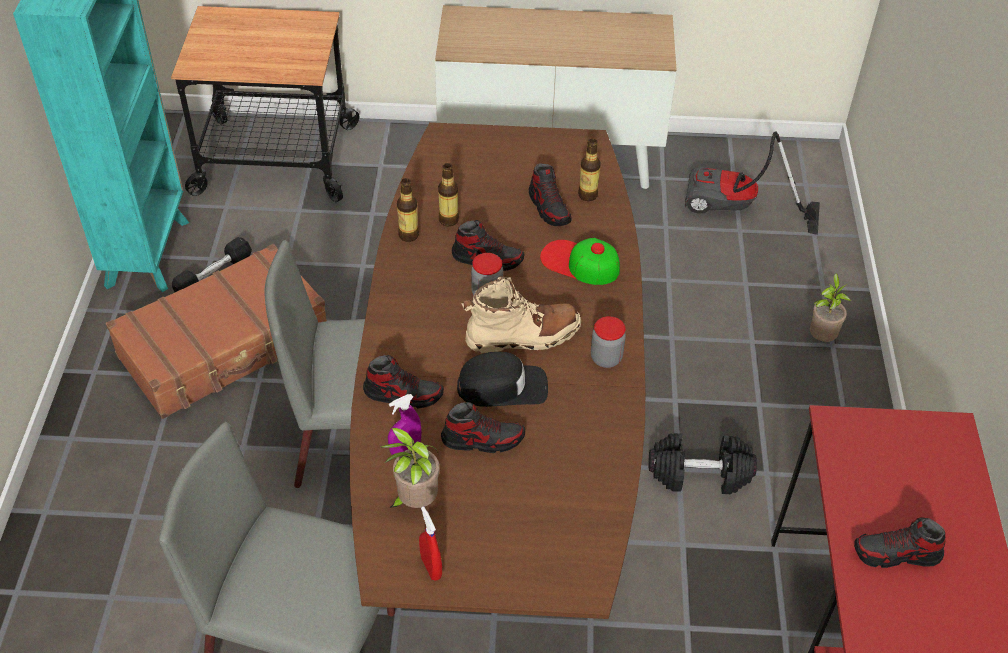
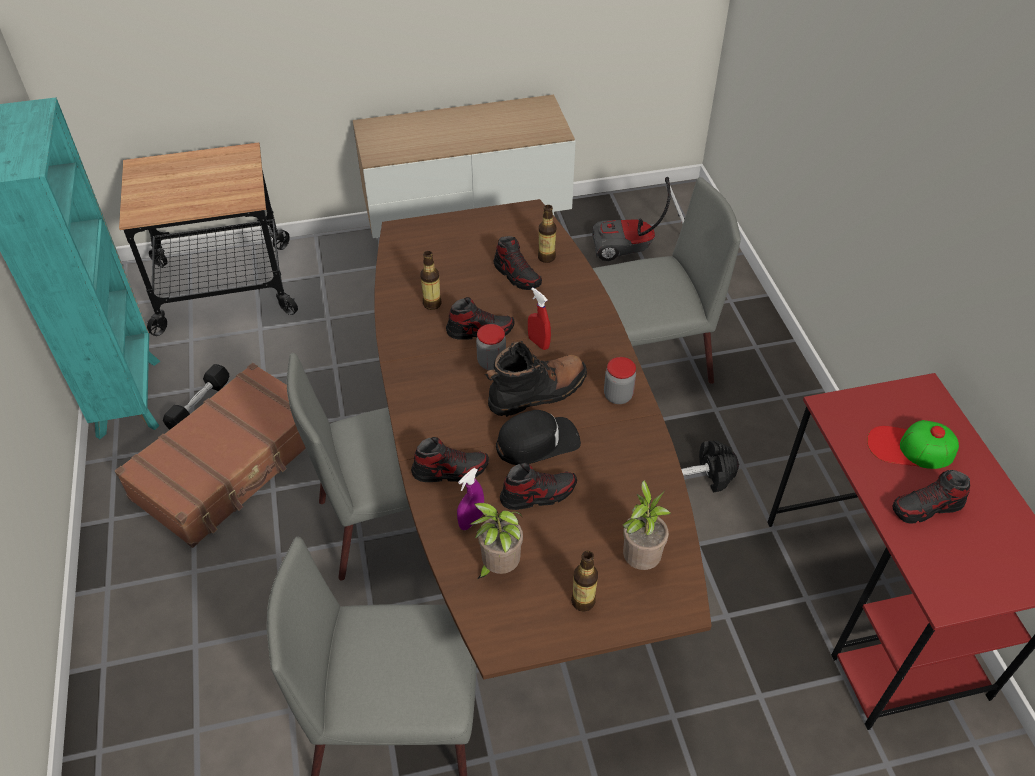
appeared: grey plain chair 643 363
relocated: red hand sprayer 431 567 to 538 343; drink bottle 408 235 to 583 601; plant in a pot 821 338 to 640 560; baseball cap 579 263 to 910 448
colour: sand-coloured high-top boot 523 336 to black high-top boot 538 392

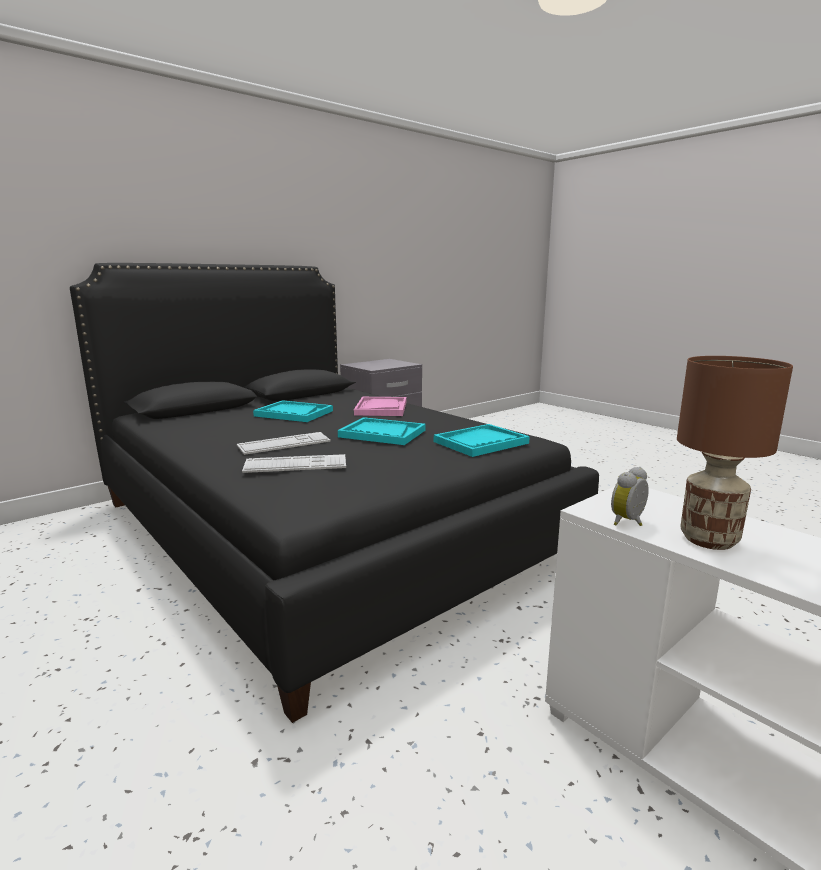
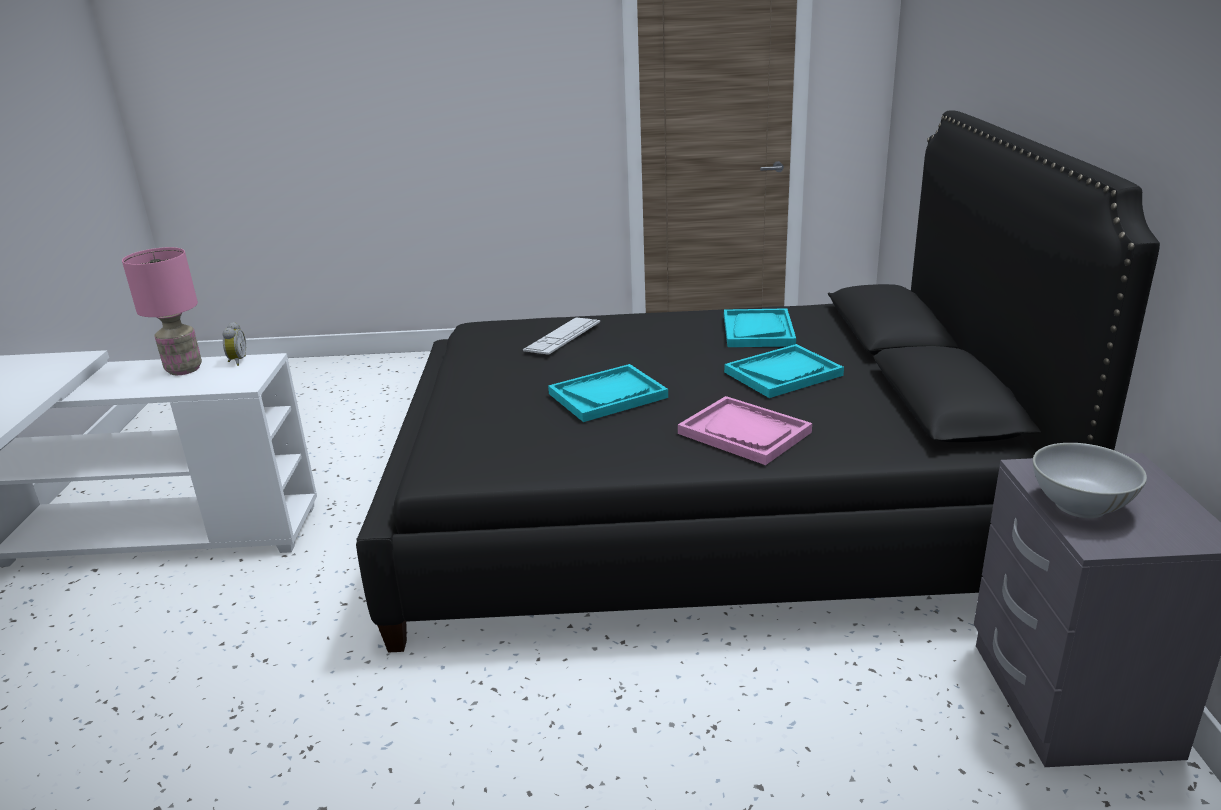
missing: computer keyboard 284 444
appeared: whitish serving bowl 1079 505
relocated: blue-green tray 481 442 to 758 331
colour: brown-coloured tabletop lamp 709 540 to pink-coloured tabletop lamp 183 369

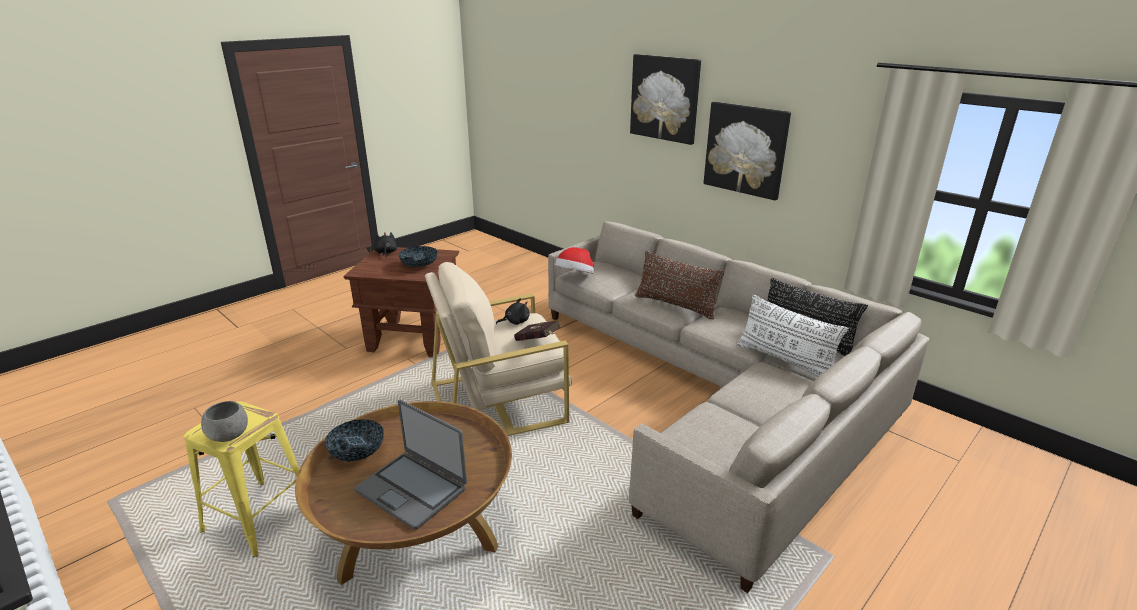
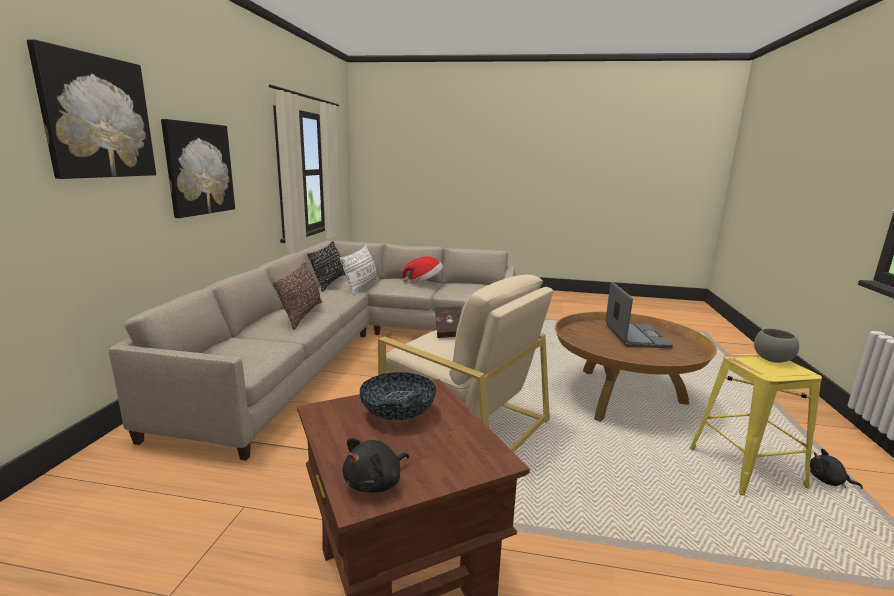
missing: serving bowl 357 452
relocated: wearable hat 575 277 to 424 282; black soft toy 515 322 to 828 481

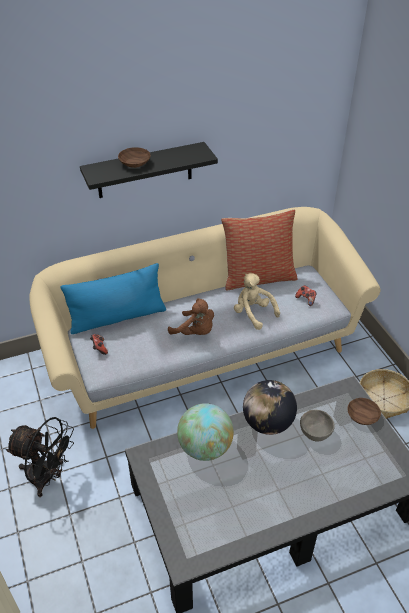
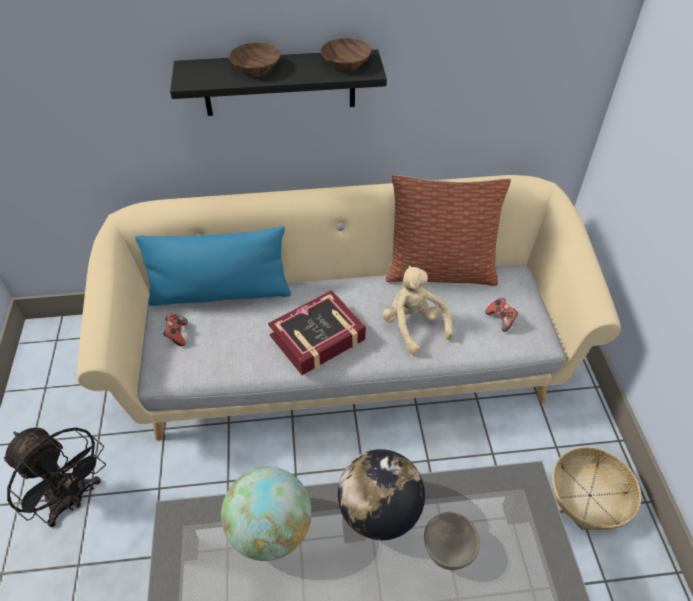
relocated: brown-coloured serving bowl 363 416 to 346 63
exchanged: brown-coloured soft toy 195 332 to book 318 338

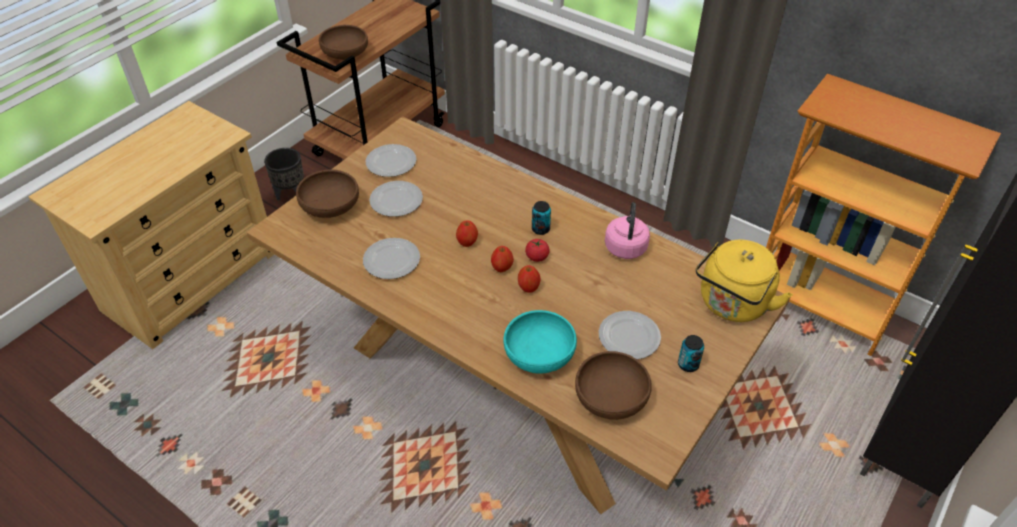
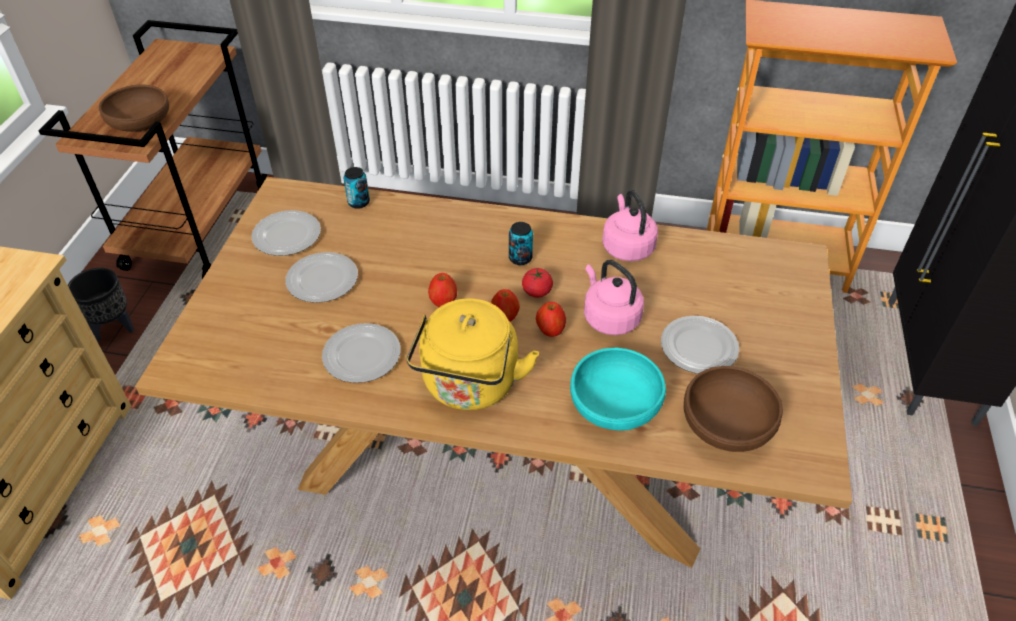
missing: brown-coloured serving bowl 330 207
appeared: pink-coloured water kettle 609 317
relocated: sealed can 688 364 to 358 202; yellowish water kettle 732 305 to 470 387

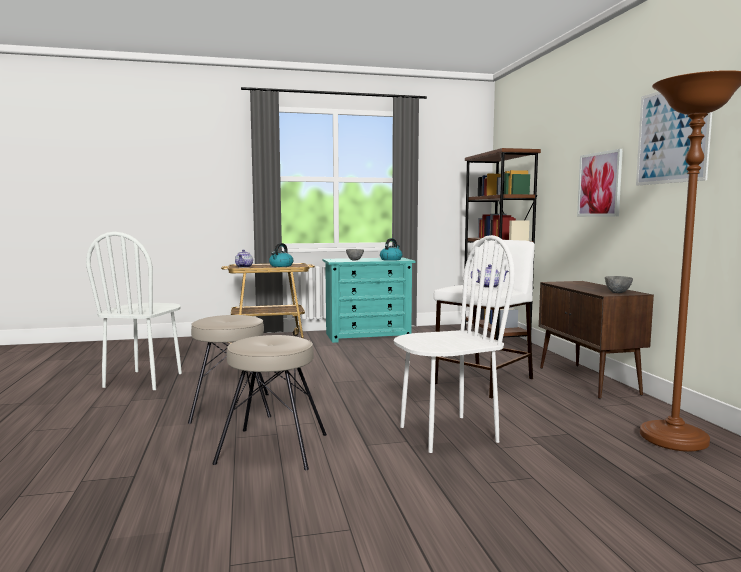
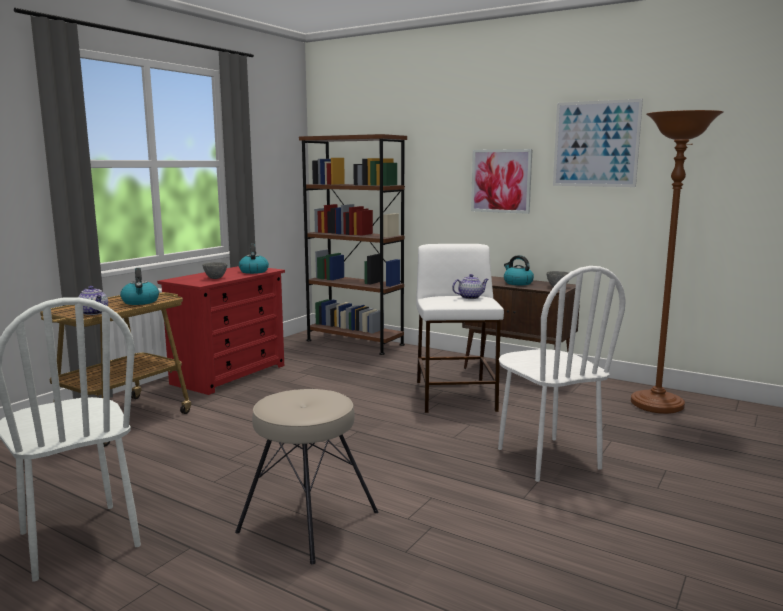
missing: sand-coloured sitting stool 273 448
appeared: water kettle 517 283
colour: blue-green dresser 368 336 to red dresser 230 374
spun: whitish plain chair 447 433 = 547 458 135 degrees clockwise

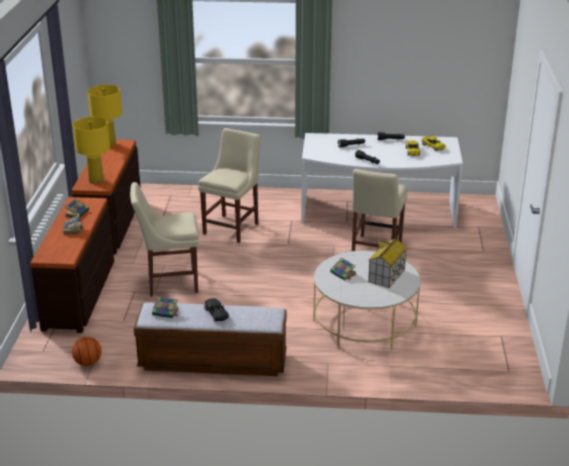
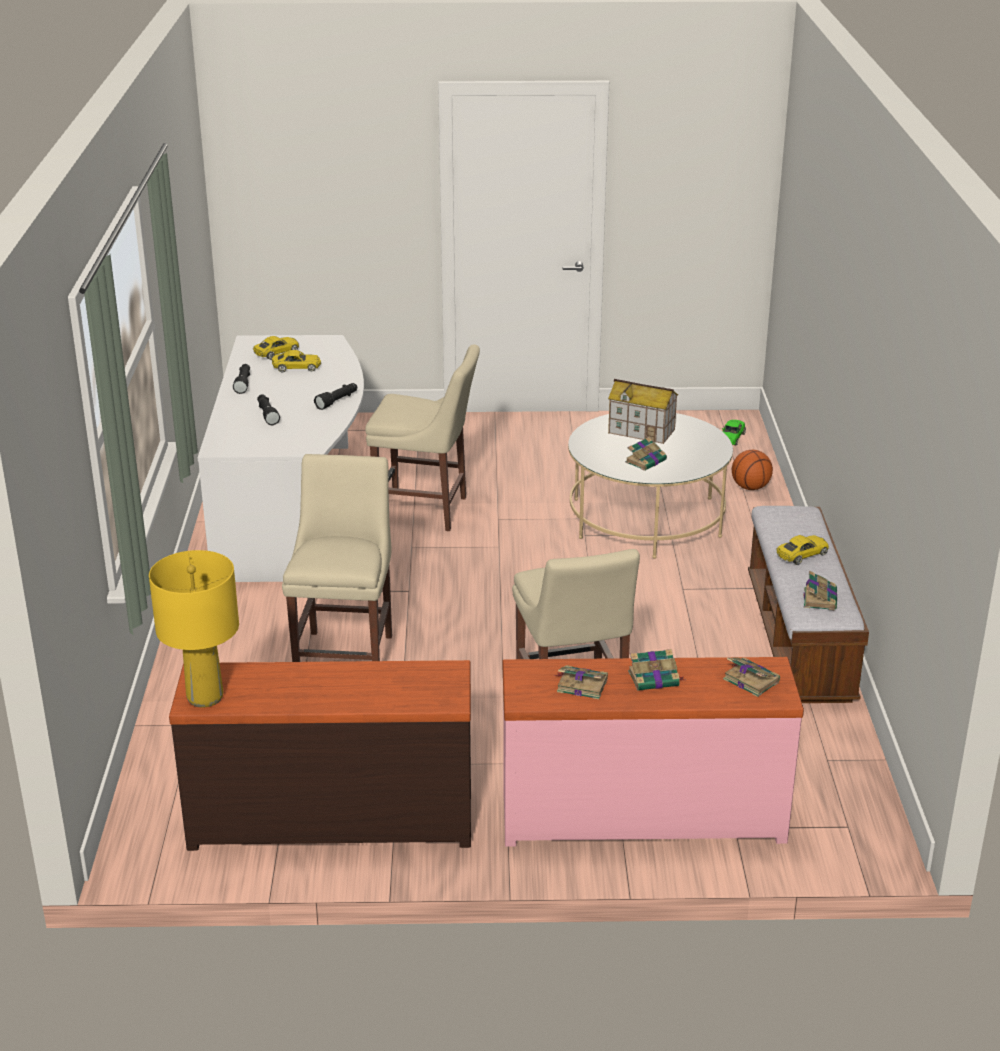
missing: yellowish tabletop lamp 96 180
appeared: greenish model car 731 437; book 750 680
relocated: basketball 88 362 to 750 487
colour: brown-coloured dresser 80 294 to pink-coloured dresser 642 814; black model car 216 313 to yellowish model car 802 554
spun: sand-coloured plain chair 232 227 = 346 654 75 degrees clockwise

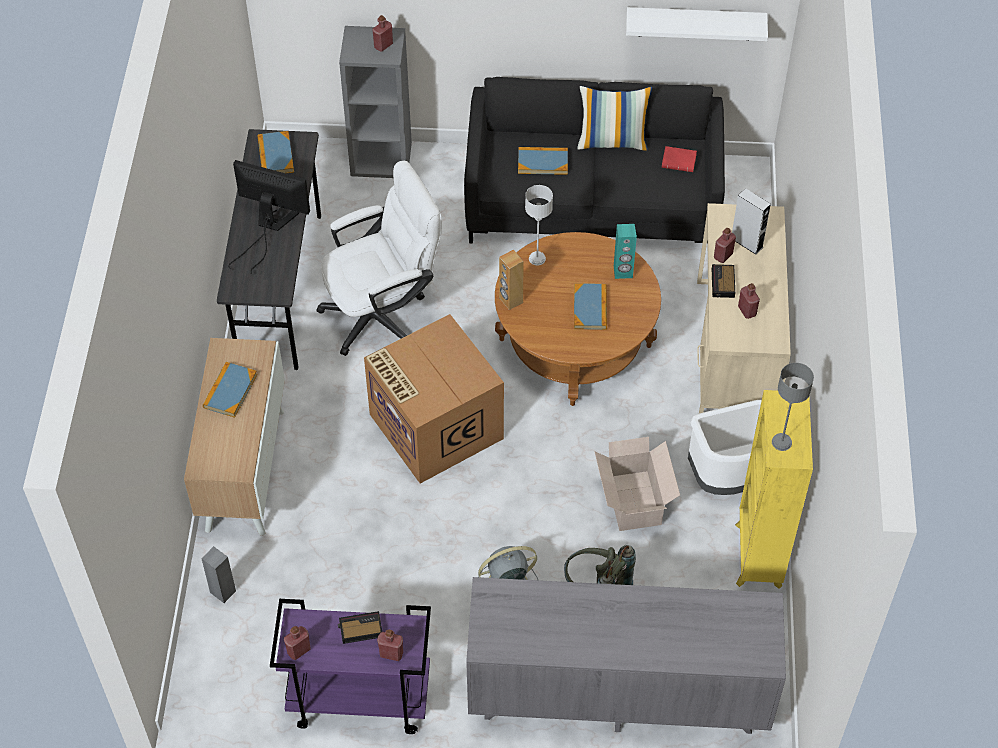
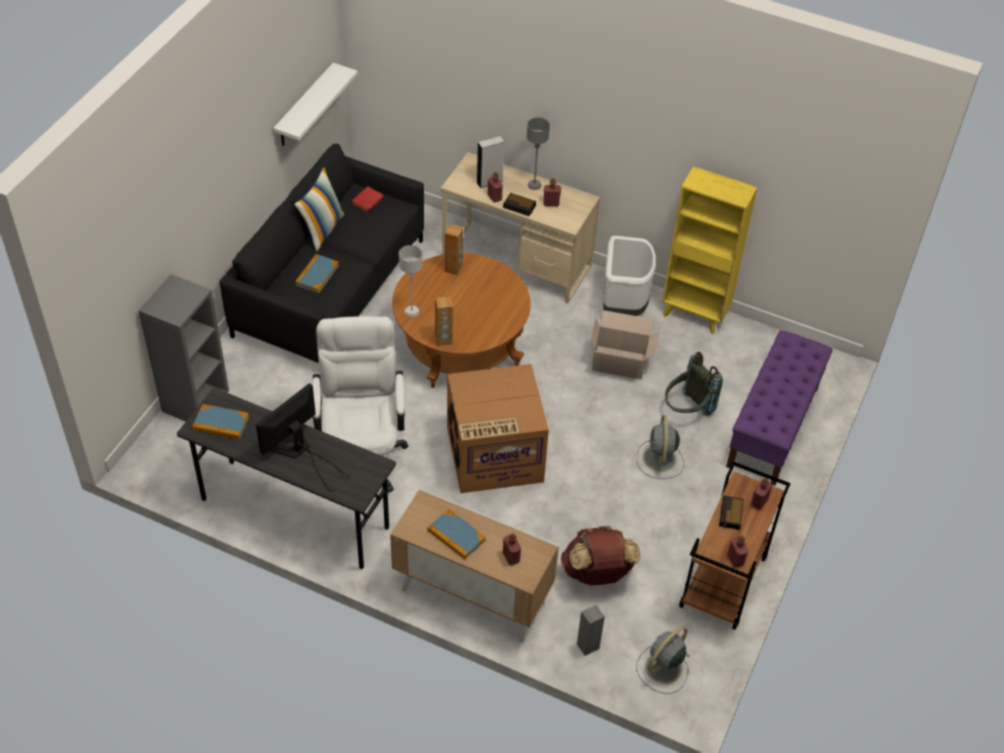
missing: book 590 308
appeared: brown-coloured backpack 597 573; grey cooling fan 662 668
relocated: red drink bottle 383 45 to 511 557; grey tabletop lamp 781 442 to 534 185
exchanged: grey dresser 617 692 to purple-coloured indoor bench 773 427
colour: blue-green audio speaker 623 272 to brown-coloured audio speaker 454 268; purple-coloured trolley 358 699 to brown-coloured trolley 723 583

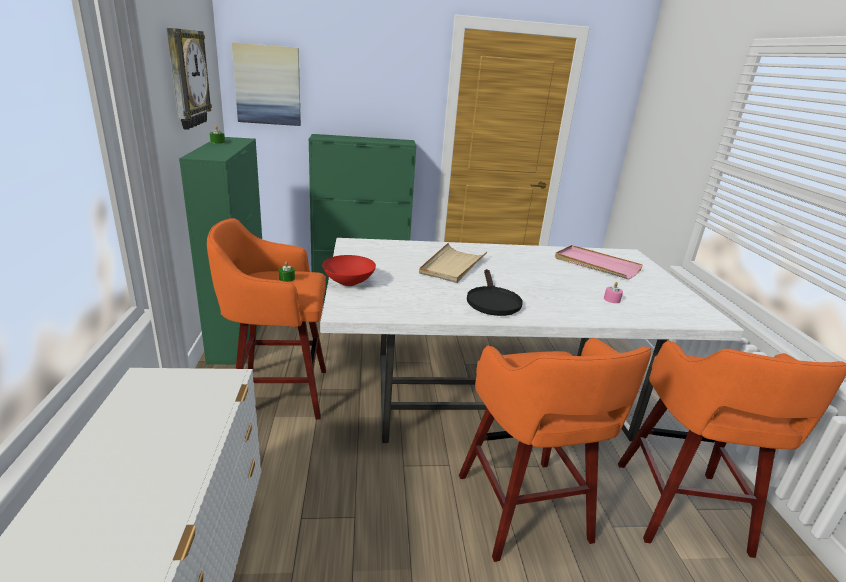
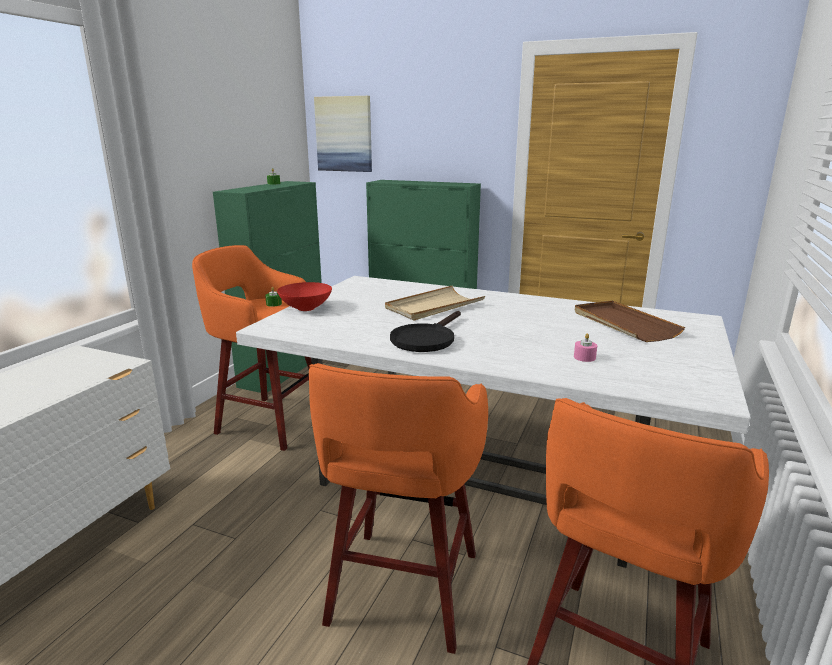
missing: hanging clock 186 79
colour: pink-coloured tray 596 265 to brown-coloured tray 623 324

